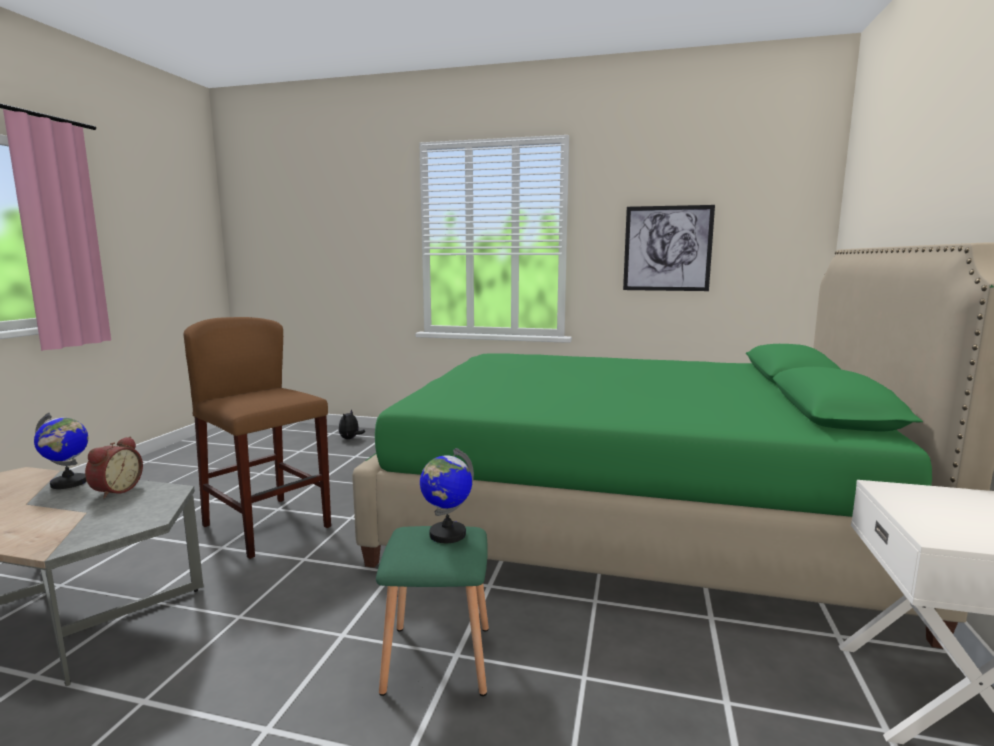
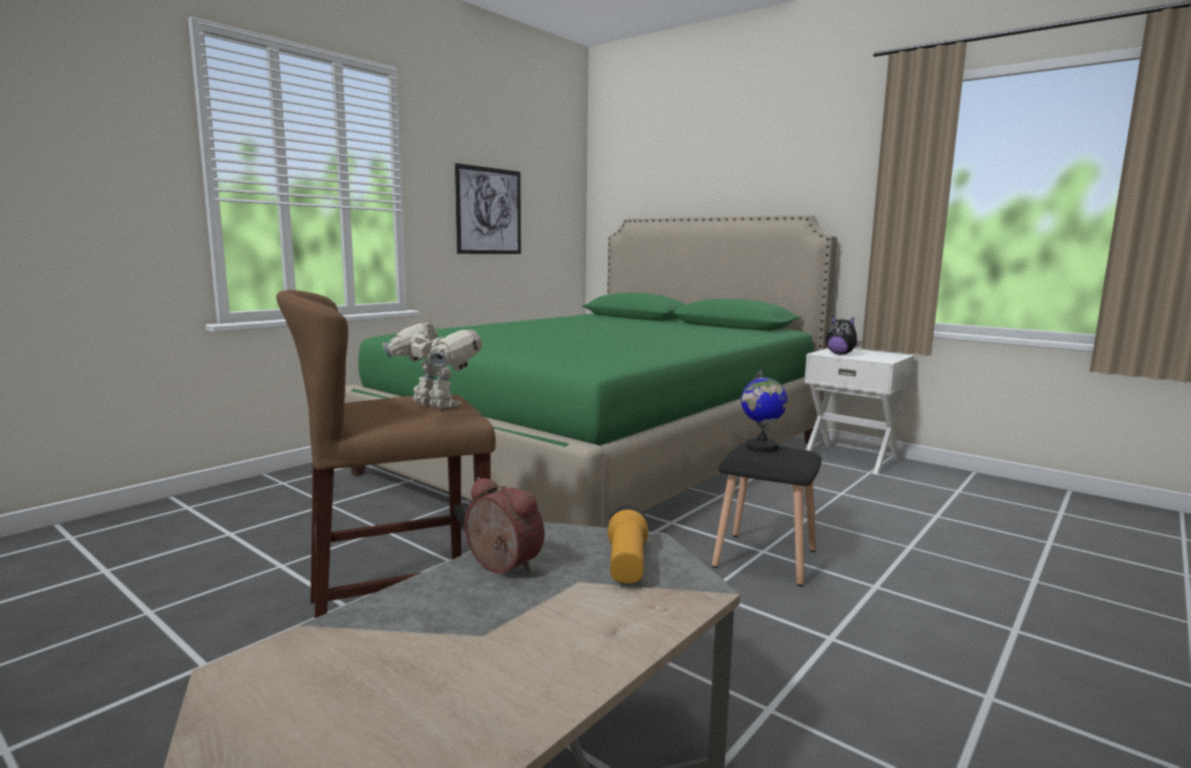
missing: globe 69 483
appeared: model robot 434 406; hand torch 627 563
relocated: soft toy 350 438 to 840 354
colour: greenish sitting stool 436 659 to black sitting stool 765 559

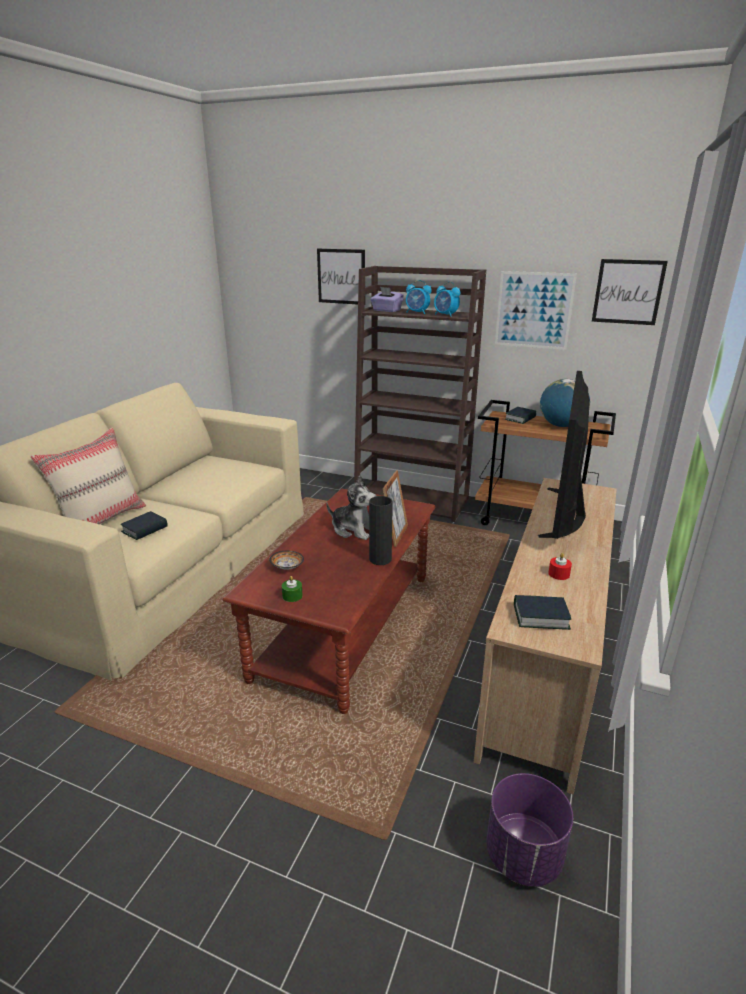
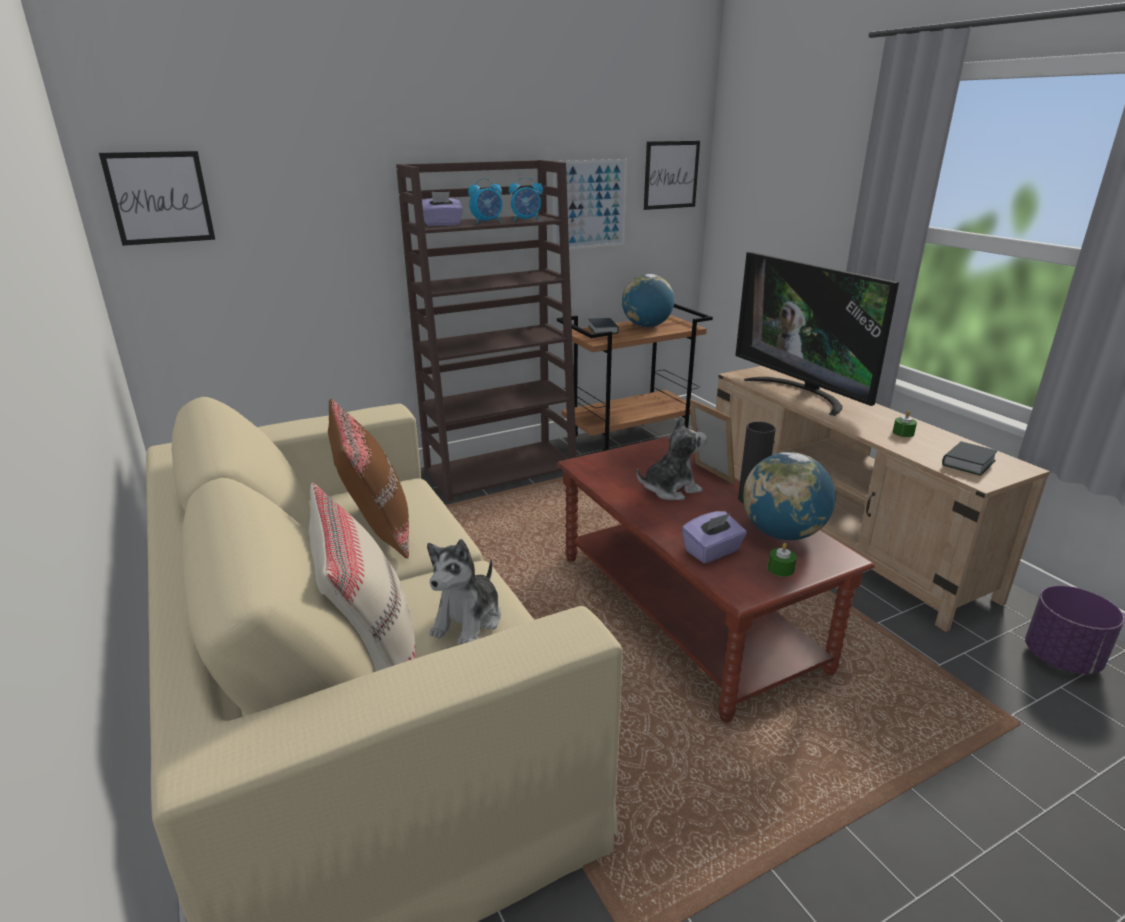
appeared: brown-coloured cushion 375 529; globe 782 534
relocated: picture 341 276 to 159 198
exchanged: book 145 529 to soft toy 468 620; serving bowl 287 567 to purple-coloured tissue box 712 551
colour: red candle 559 574 to greenish candle 903 433

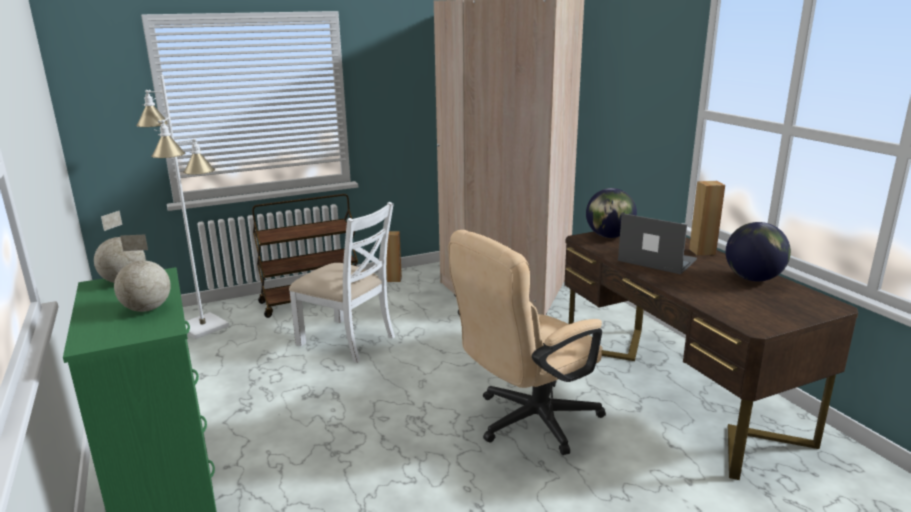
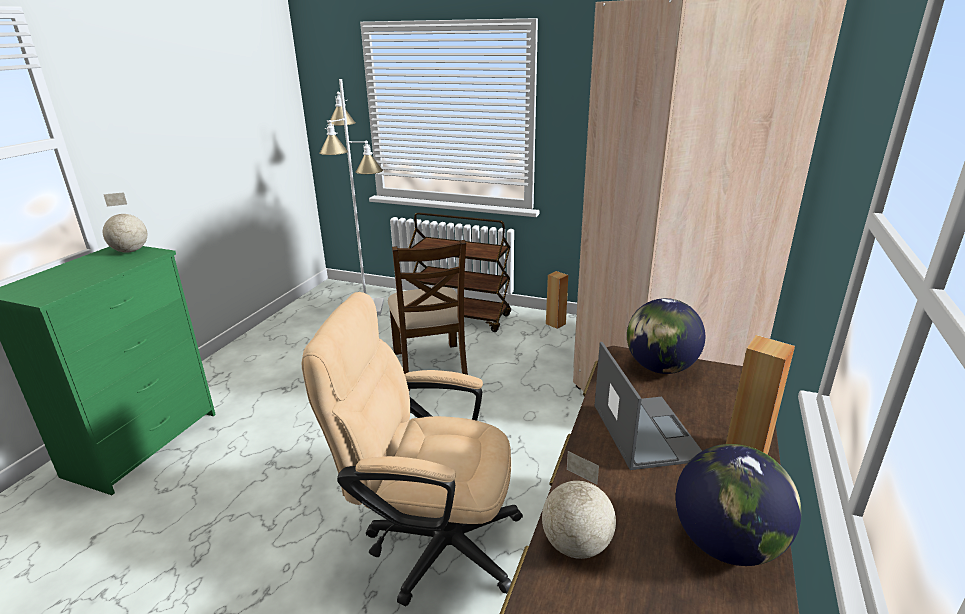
relocated: globe 147 309 to 576 546
colour: whitish plain chair 347 340 to brown-coloured plain chair 430 366

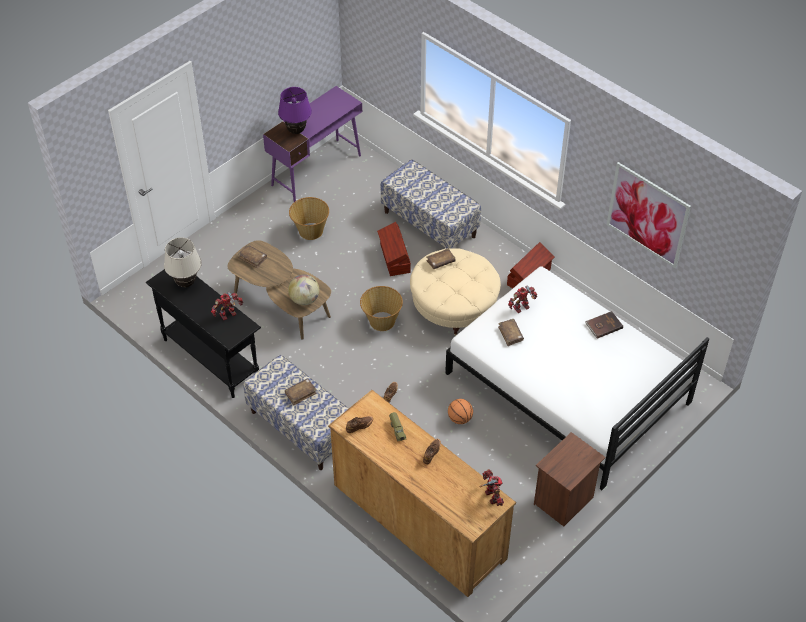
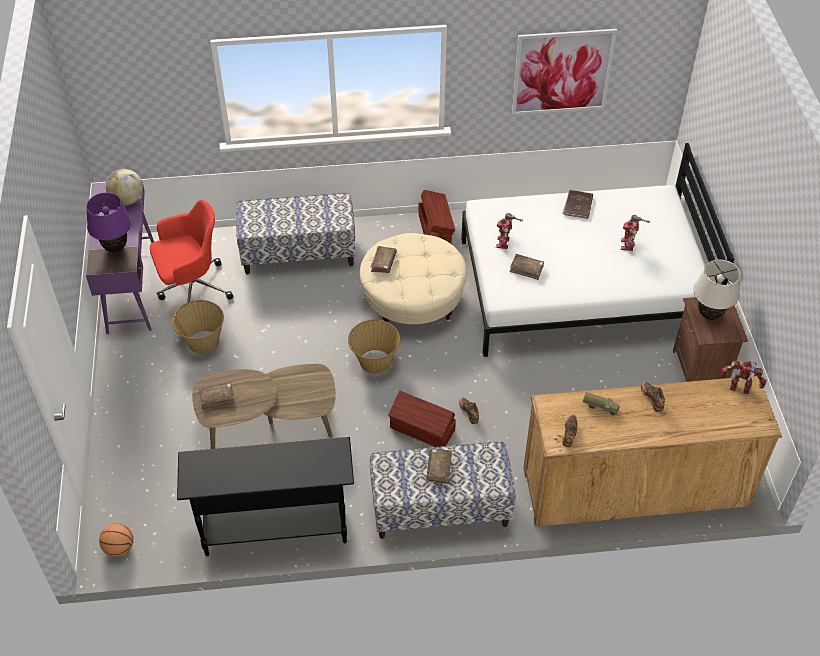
appeared: red office chair 192 288
relocated: basketball 460 419 to 119 548; globe 304 299 to 127 200; brown-coloured storage container 394 258 to 422 430; model robot 228 315 to 628 245; sand-coloured tabletop lamp 186 283 to 709 315

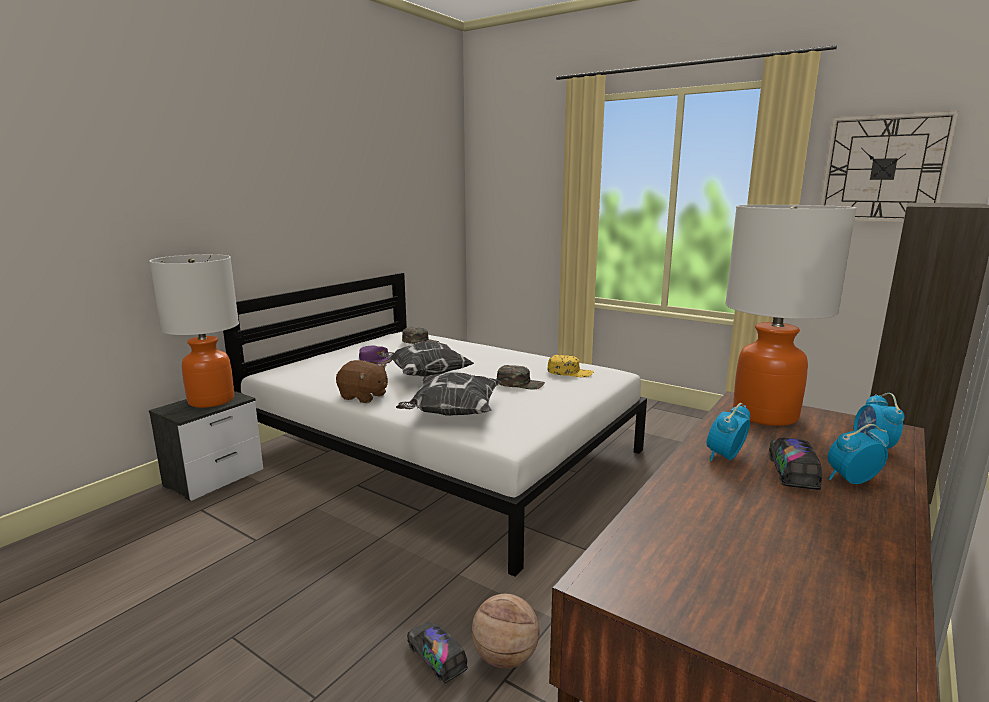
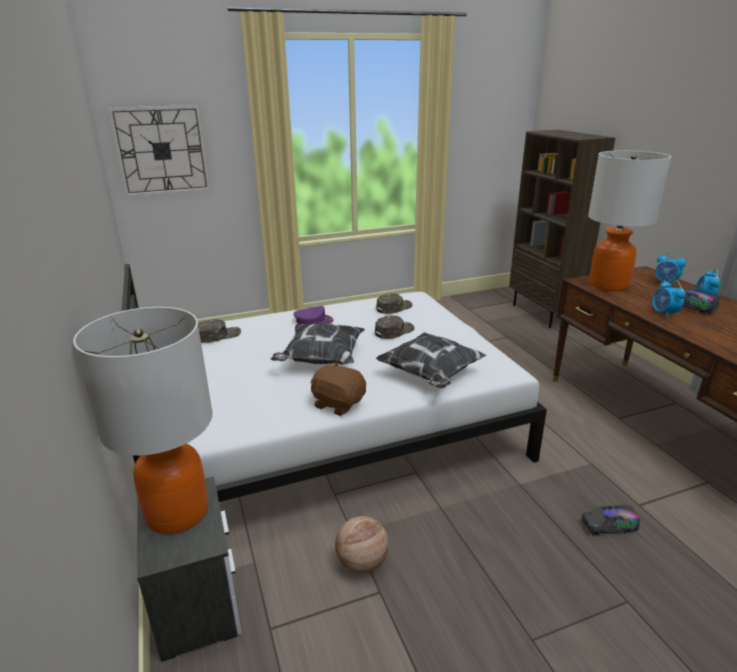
relocated: hanging clock 883 169 to 161 151; purple-coloured baseball cap 375 359 to 313 320; basketball 505 657 to 362 563
colour: yellowish baseball cap 570 372 to greenish baseball cap 393 307
spun: brown-coloured soft toy 363 396 = 338 403 120 degrees counterclockwise

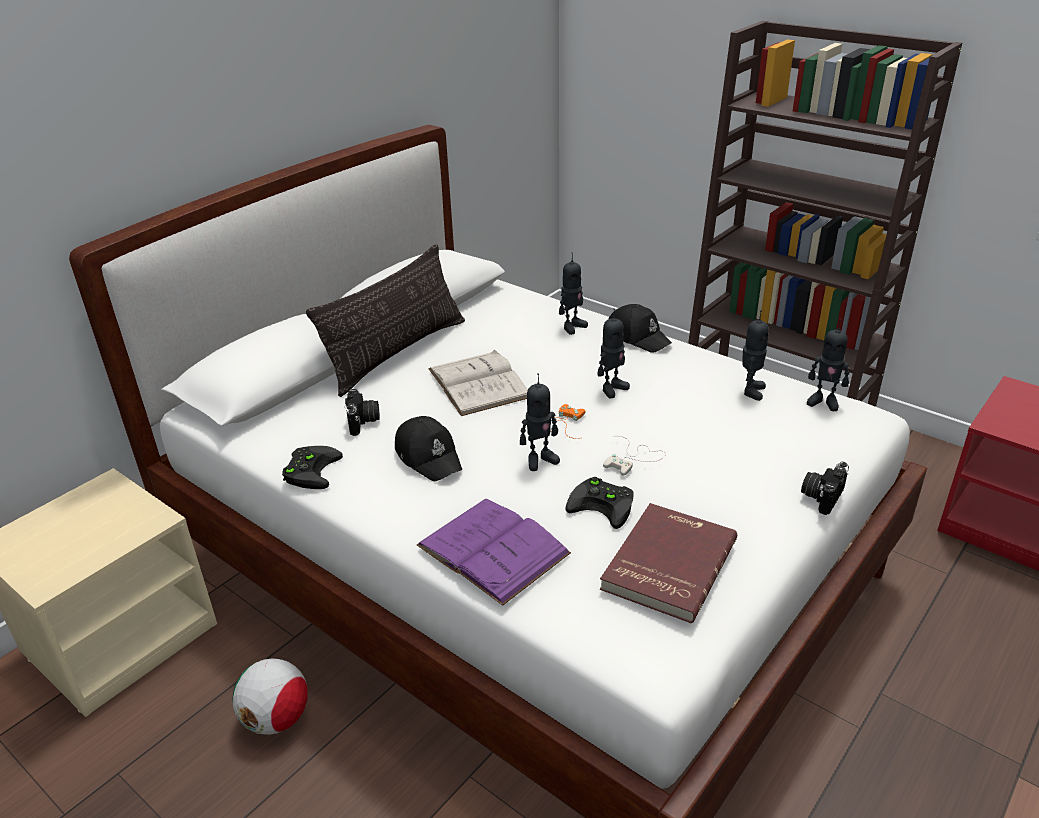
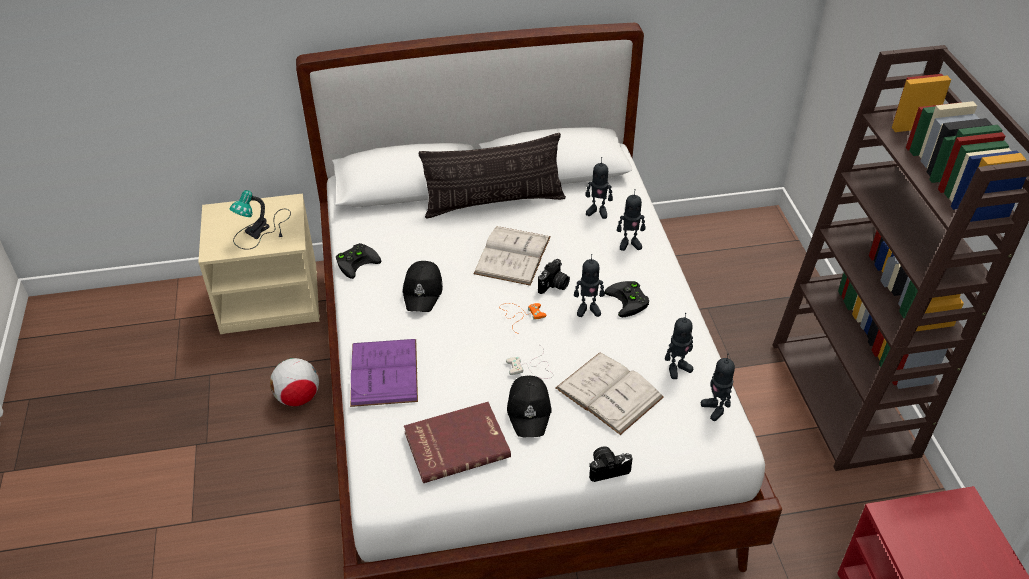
appeared: tabletop lamp 263 230; whitish book 609 392
relocated: black baseball cap 638 337 to 529 410; photo camera 363 422 to 554 285; model robot 540 460 to 597 211; black joypad 604 505 to 629 301

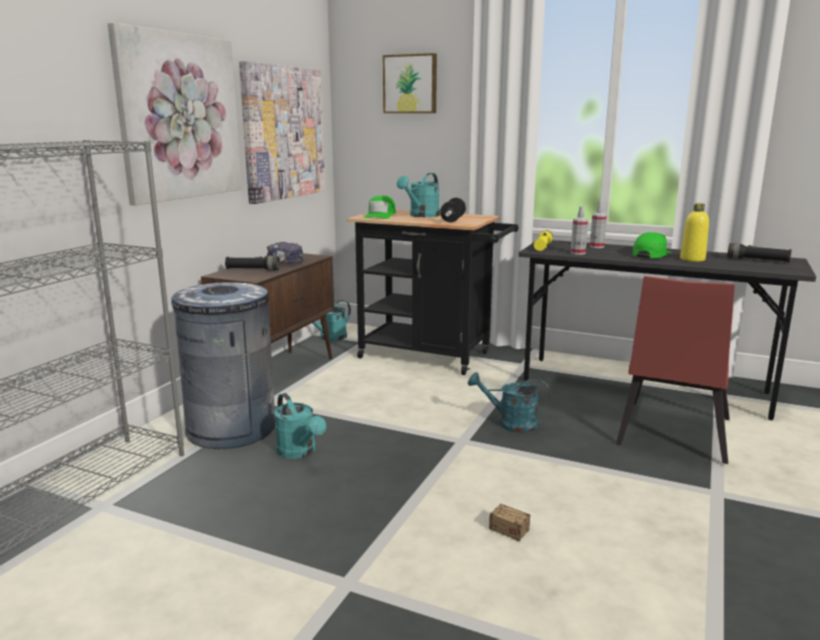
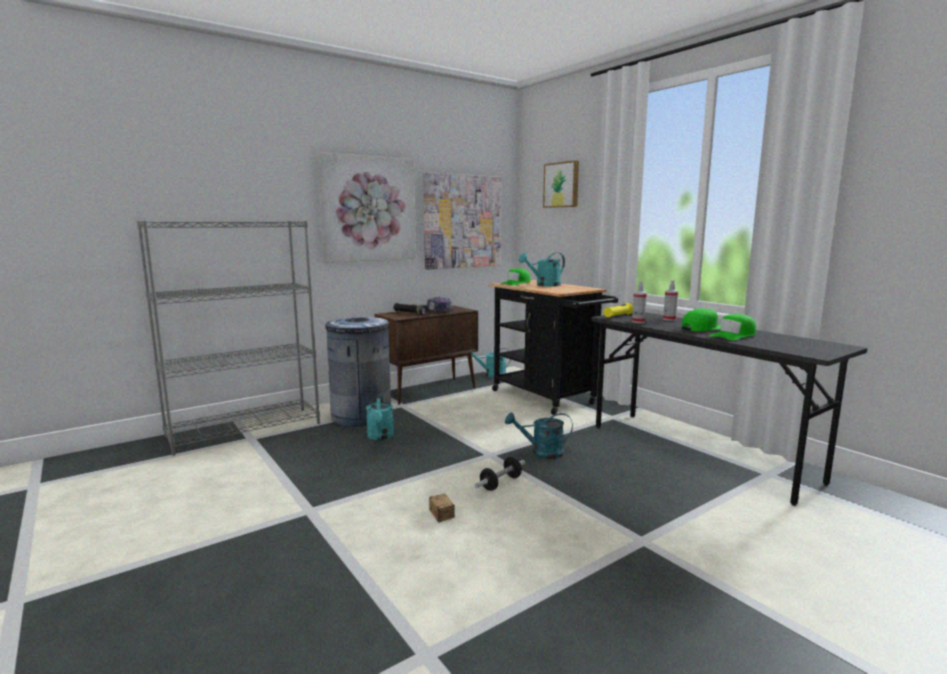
missing: red plain chair 671 434; black hand torch 757 260
relocated: dumbbell 453 219 to 500 483
exchanged: yellowish drink bottle 692 259 to greenish baseball cap 733 335
spun: blue-green watering pot 510 424 = 541 452 45 degrees counterclockwise

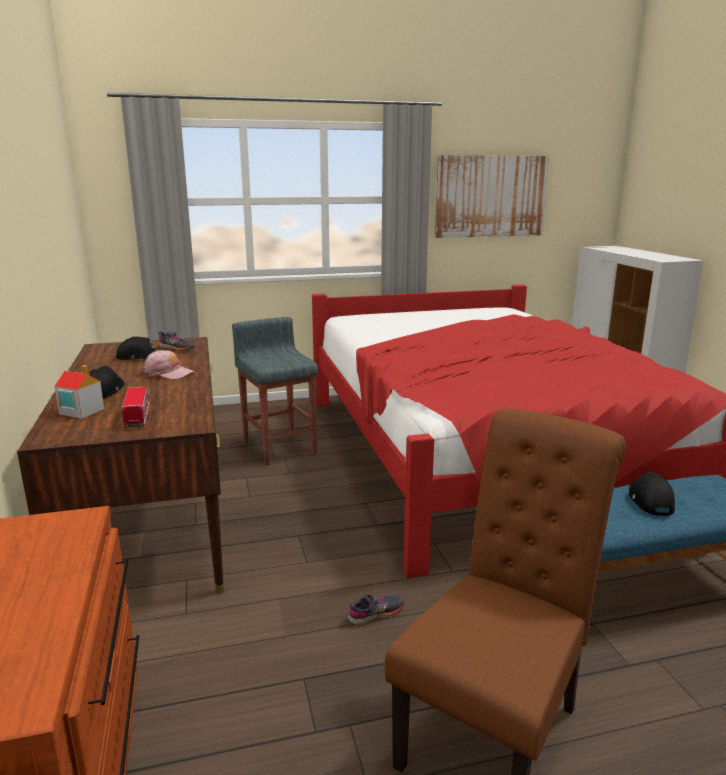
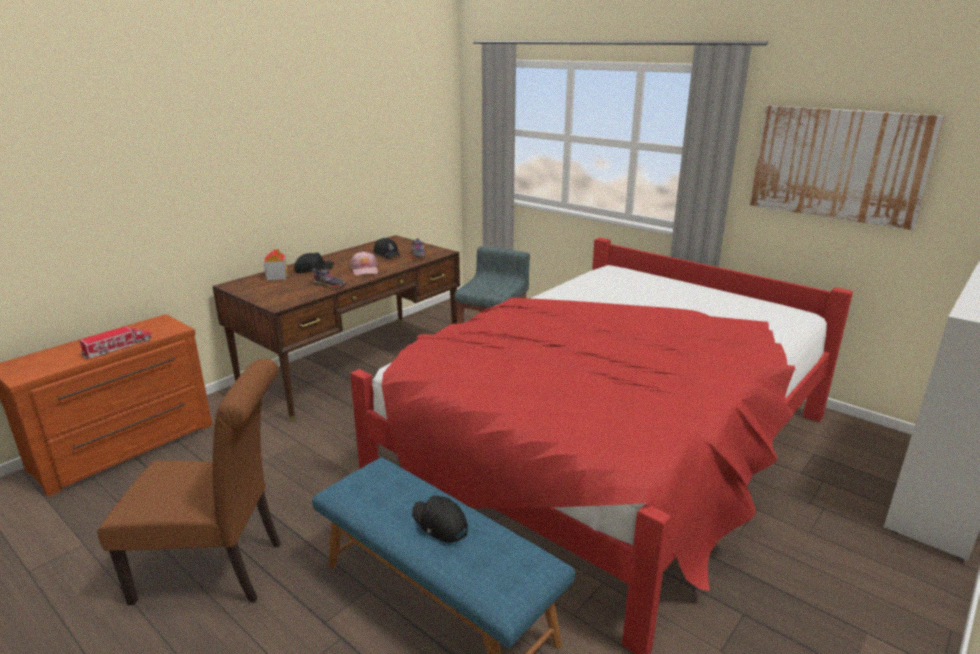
relocated: model truck 137 414 to 118 348; grey item of footwear 376 614 to 329 285
spun: black baseball cap 649 501 = 439 524 105 degrees counterclockwise

